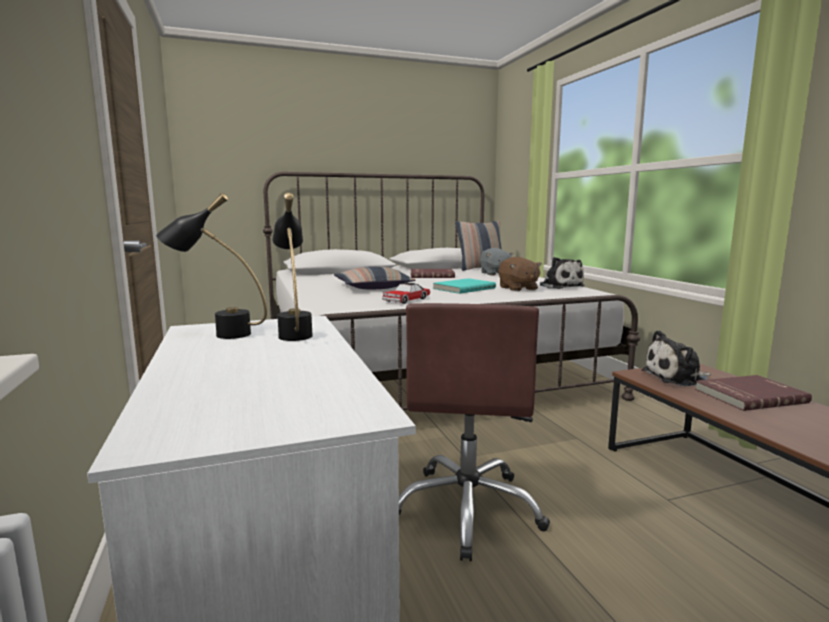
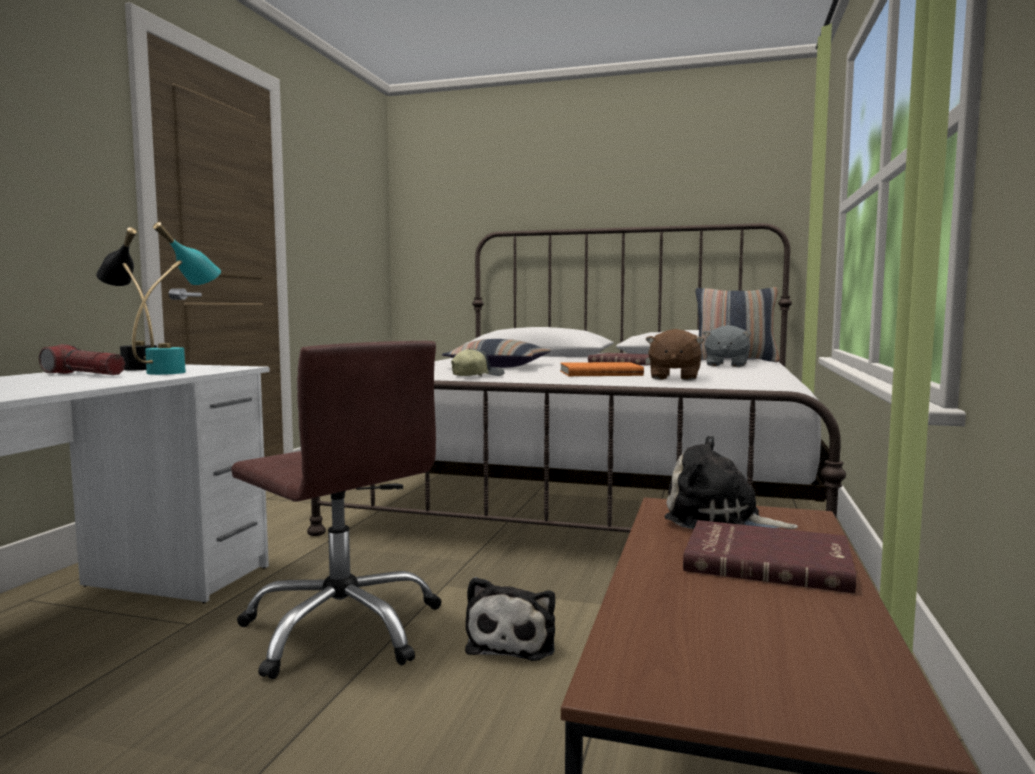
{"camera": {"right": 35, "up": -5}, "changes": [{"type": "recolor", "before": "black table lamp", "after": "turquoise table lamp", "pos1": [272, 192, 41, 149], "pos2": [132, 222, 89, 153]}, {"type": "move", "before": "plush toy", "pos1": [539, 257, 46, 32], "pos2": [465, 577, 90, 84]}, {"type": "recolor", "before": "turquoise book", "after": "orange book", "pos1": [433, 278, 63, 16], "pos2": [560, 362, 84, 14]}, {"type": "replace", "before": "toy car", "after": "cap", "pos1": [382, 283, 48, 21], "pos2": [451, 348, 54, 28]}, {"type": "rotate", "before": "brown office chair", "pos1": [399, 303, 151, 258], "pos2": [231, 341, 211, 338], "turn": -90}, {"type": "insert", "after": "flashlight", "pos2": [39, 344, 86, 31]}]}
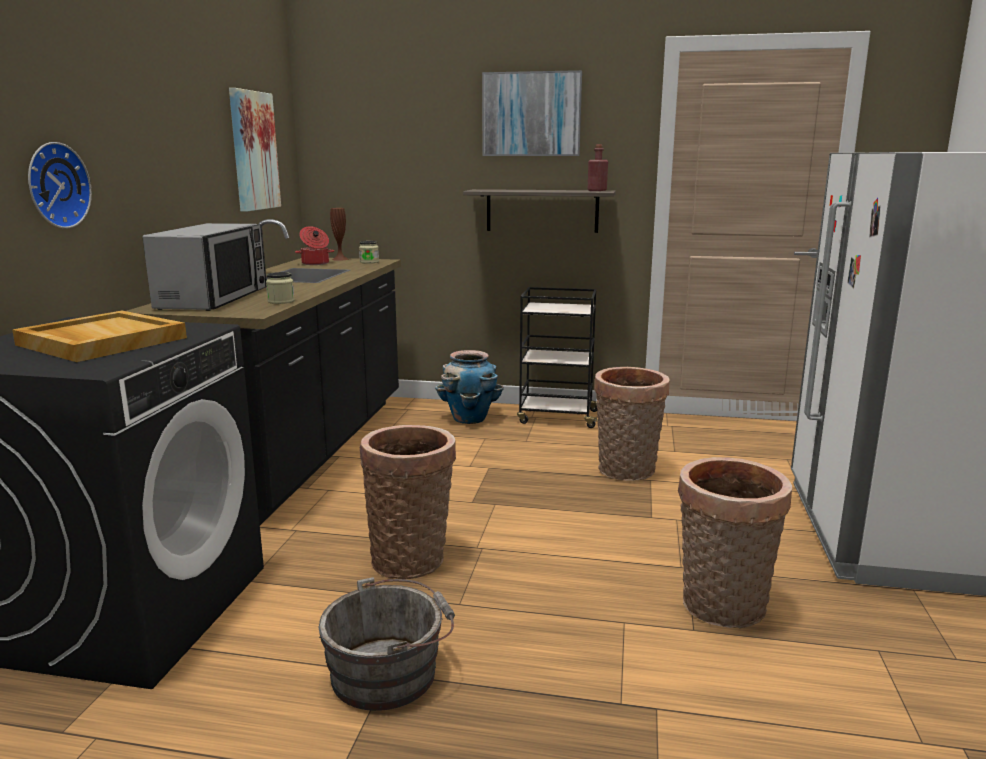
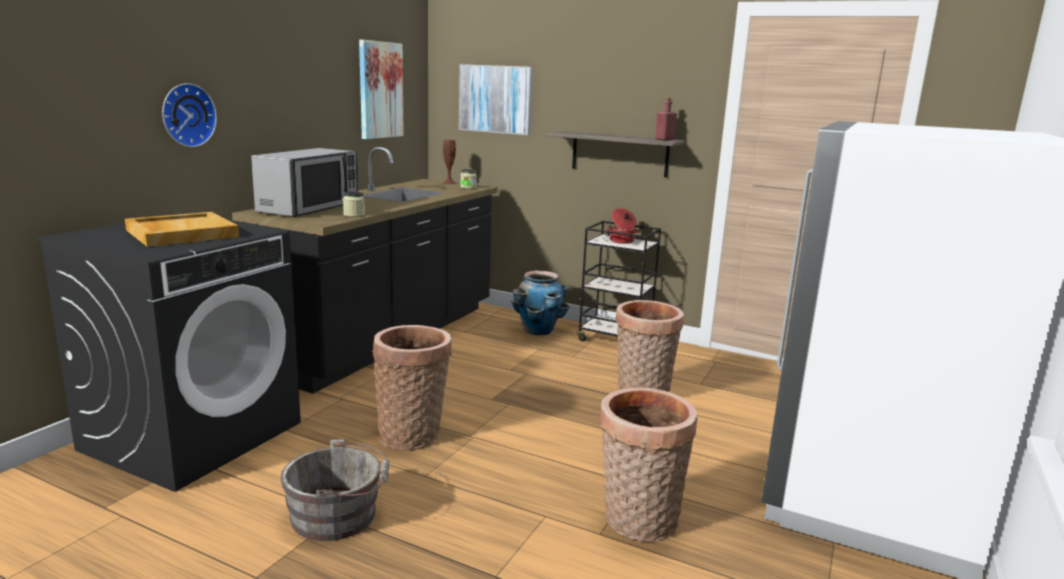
{"camera": {"right": 15, "up": 0}, "changes": [{"type": "move", "before": "picture", "pos1": [482, 70, 100, 86], "pos2": [459, 64, 74, 71]}, {"type": "move", "before": "cooking pot", "pos1": [295, 226, 39, 39], "pos2": [606, 208, 34, 36]}]}
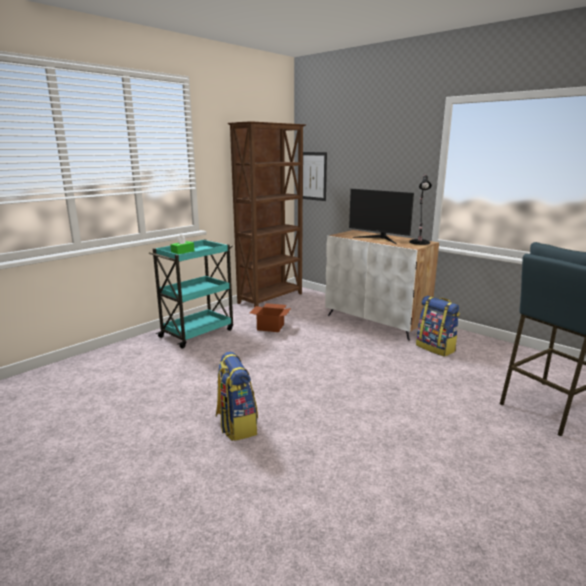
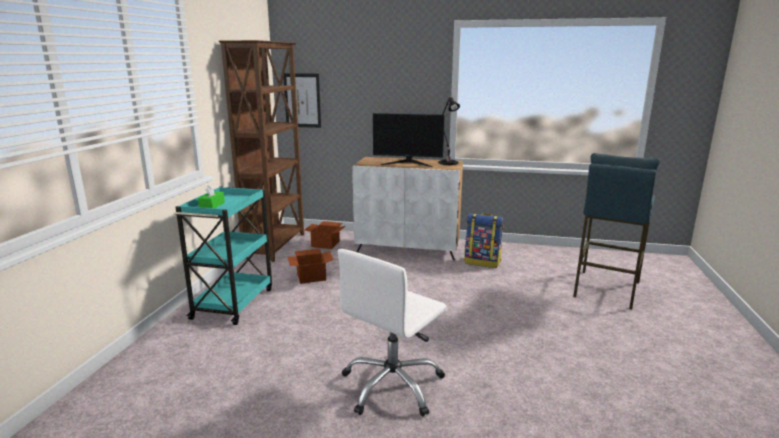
{"camera": {"right": -30, "up": 0}, "changes": [{"type": "replace", "before": "backpack", "after": "white office chair", "pos1": [216, 352, 42, 89], "pos2": [338, 249, 109, 168]}, {"type": "insert", "after": "cardboard box", "pos2": [304, 221, 41, 28]}]}
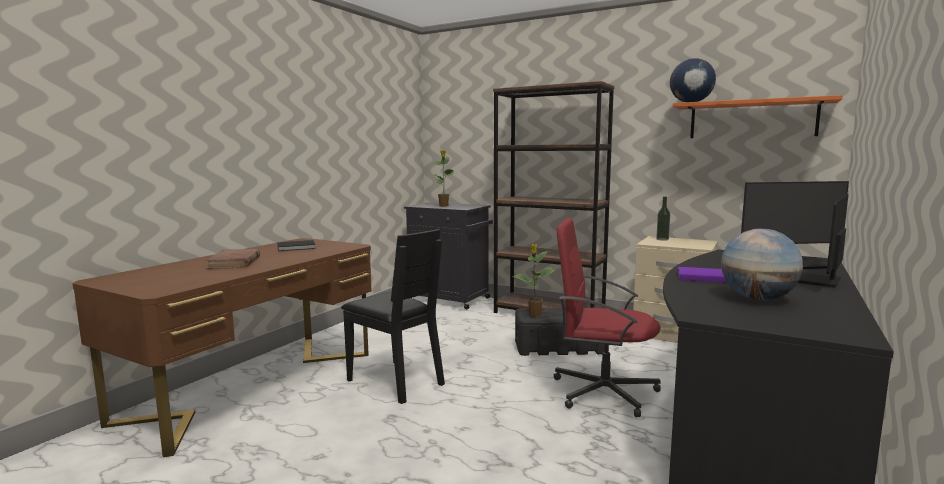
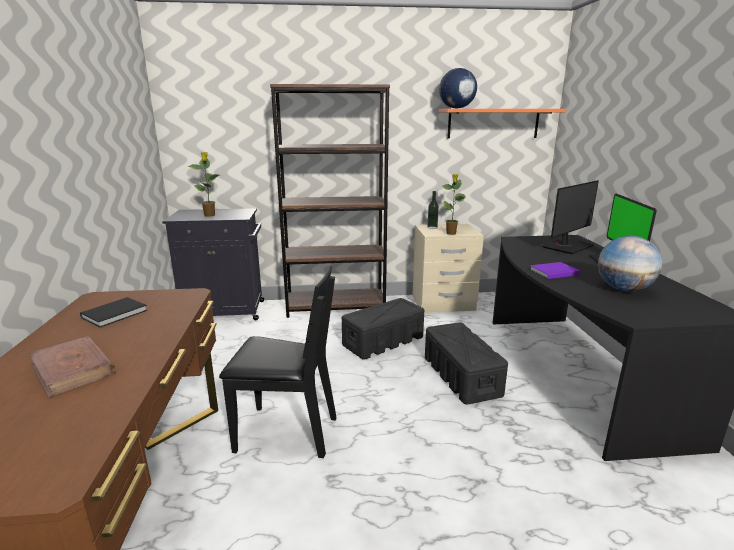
{"camera": {"right": -35, "up": 10}, "changes": [{"type": "replace", "before": "red office chair", "after": "black storage box", "pos1": [554, 218, 107, 199], "pos2": [425, 322, 83, 83]}, {"type": "move", "before": "potted plant", "pos1": [512, 244, 44, 73], "pos2": [443, 174, 22, 61]}]}
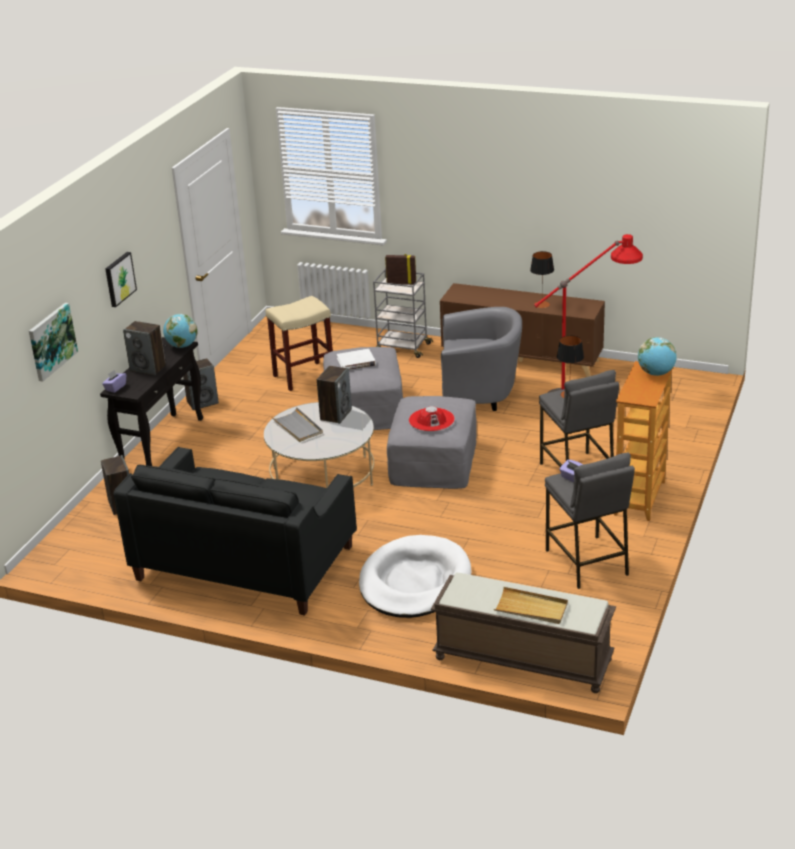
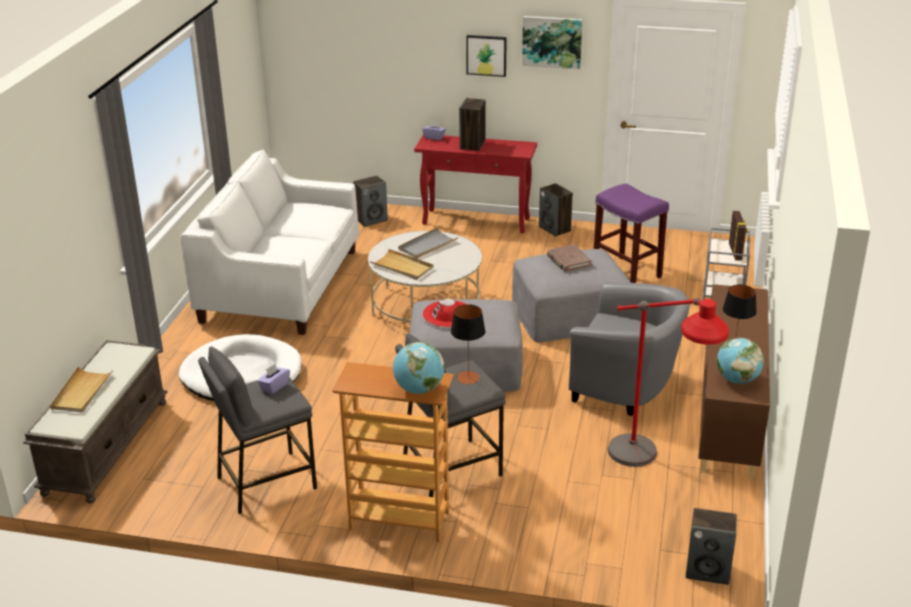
{"camera": {"right": 80, "up": 0}, "changes": [{"type": "recolor", "before": "beige stool", "after": "purple stool", "pos1": [266, 296, 67, 95], "pos2": [594, 183, 75, 100]}, {"type": "move", "before": "picture", "pos1": [29, 303, 49, 79], "pos2": [522, 16, 60, 53]}, {"type": "rotate", "before": "grey armchair", "pos1": [441, 307, 81, 104], "pos2": [569, 282, 121, 134], "turn": -60}, {"type": "move", "before": "globe", "pos1": [163, 314, 35, 34], "pos2": [716, 338, 48, 46]}, {"type": "recolor", "before": "black console table", "after": "red console table", "pos1": [100, 337, 103, 129], "pos2": [414, 134, 123, 99]}, {"type": "recolor", "before": "white book", "after": "brown book", "pos1": [337, 349, 39, 21], "pos2": [547, 244, 45, 28]}, {"type": "move", "before": "speaker", "pos1": [317, 366, 35, 58], "pos2": [686, 508, 51, 77]}, {"type": "recolor", "before": "black sofa", "after": "white sofa", "pos1": [114, 447, 243, 169], "pos2": [180, 150, 179, 185]}, {"type": "insert", "after": "beige tray", "pos2": [370, 249, 64, 31]}]}
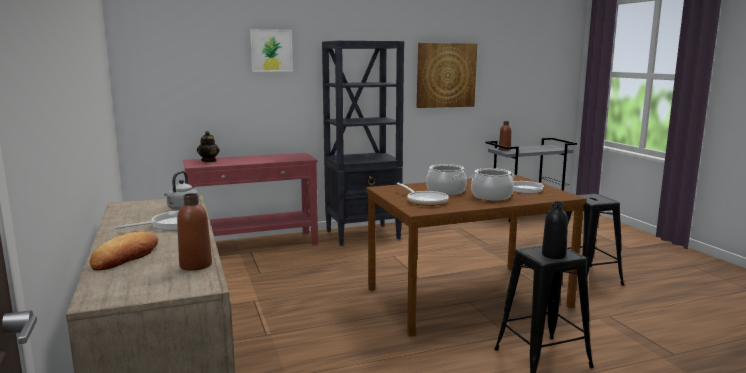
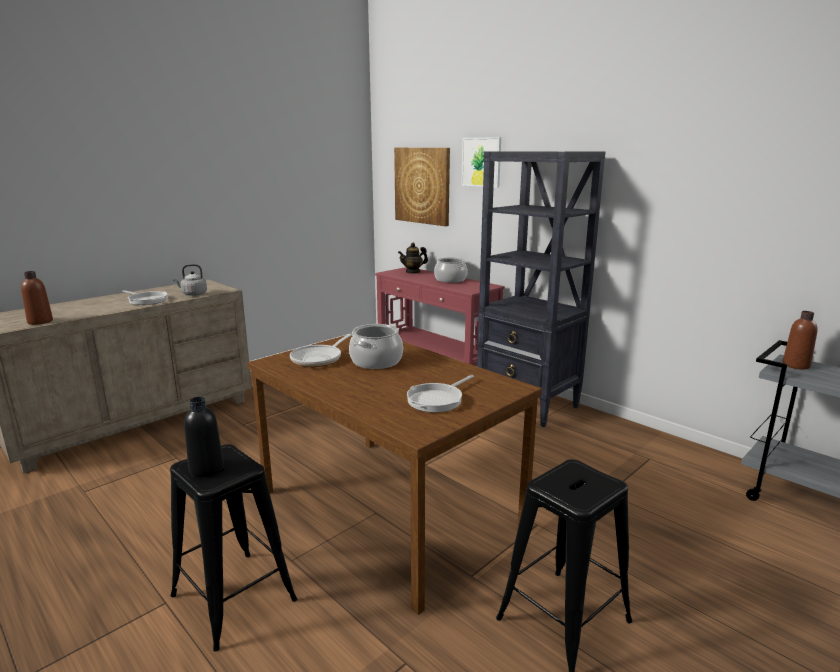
{"camera": {"right": 65, "up": 5}, "changes": [{"type": "move", "before": "picture", "pos1": [417, 43, 60, 65], "pos2": [394, 148, 56, 78]}, {"type": "move", "before": "cooking pot", "pos1": [471, 168, 44, 33], "pos2": [434, 257, 34, 26]}, {"type": "delete", "before": "bread", "pos1": [90, 232, 68, 39]}]}
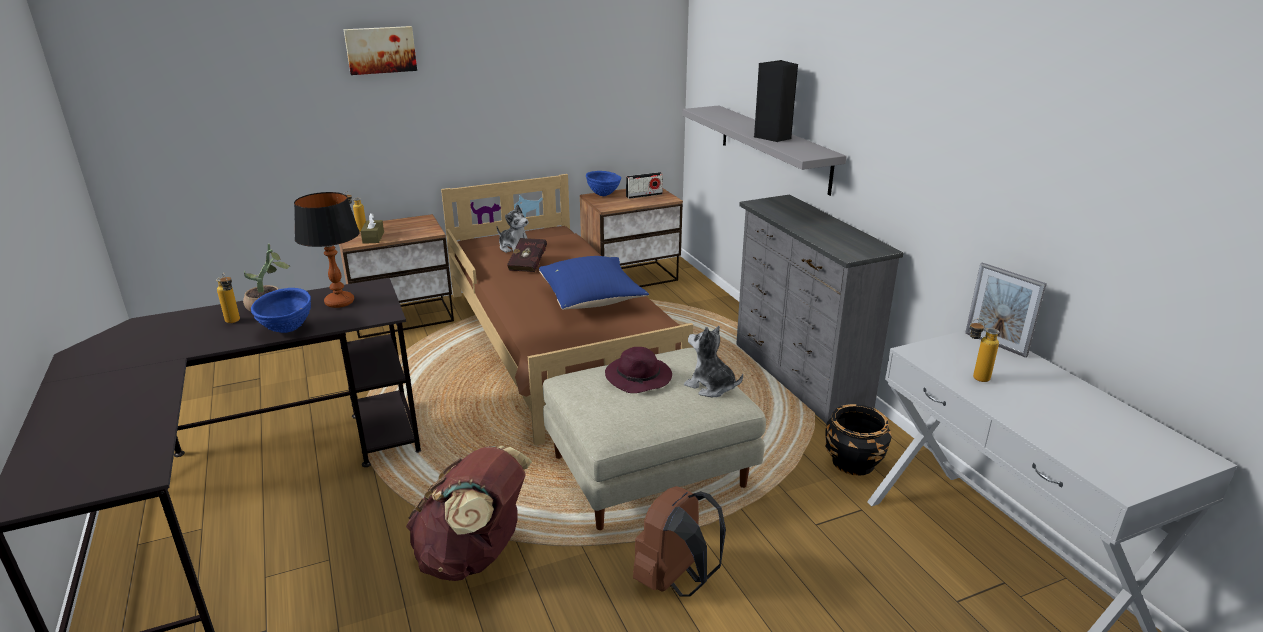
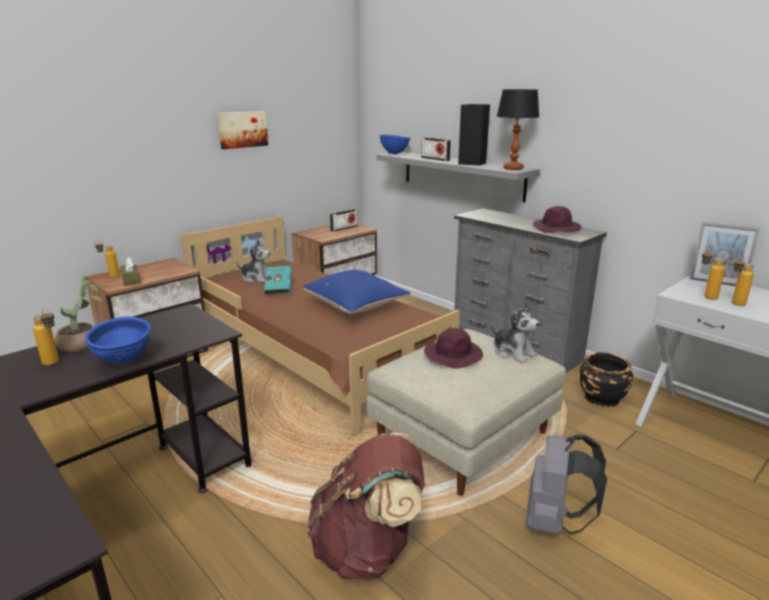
{"camera": {"right": -20, "up": -5}, "changes": [{"type": "move", "before": "picture", "pos1": [344, 26, 73, 49], "pos2": [217, 111, 51, 38]}, {"type": "move", "before": "blue bowl", "pos1": [586, 171, 35, 25], "pos2": [380, 135, 30, 19]}, {"type": "move", "before": "table lamp", "pos1": [294, 192, 66, 116], "pos2": [496, 89, 43, 81]}, {"type": "recolor", "before": "red book", "after": "turquoise book", "pos1": [507, 238, 40, 34], "pos2": [264, 266, 28, 29]}, {"type": "rotate", "before": "plush toy", "pos1": [684, 326, 59, 71], "pos2": [491, 301, 48, 62], "turn": -150}, {"type": "recolor", "before": "brown backpack", "after": "grey backpack", "pos1": [633, 486, 93, 110], "pos2": [526, 434, 81, 100]}, {"type": "insert", "after": "radio", "pos2": [421, 137, 30, 24]}, {"type": "insert", "after": "purple hat", "pos2": [533, 206, 49, 27]}, {"type": "insert", "after": "bottle", "pos2": [701, 249, 24, 51]}]}
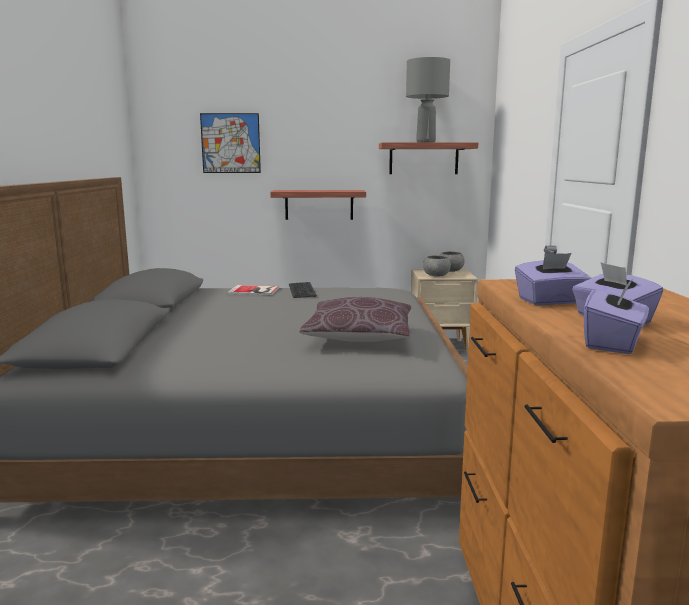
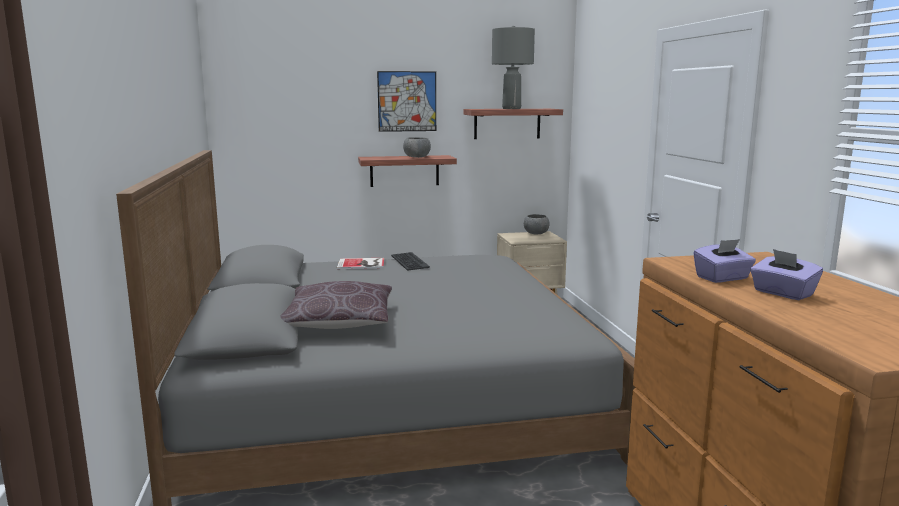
{"camera": {"right": -10, "up": 0}, "changes": [{"type": "move", "before": "picture", "pos1": [200, 113, 61, 60], "pos2": [377, 71, 59, 61]}, {"type": "move", "before": "grey bowl", "pos1": [423, 255, 28, 22], "pos2": [403, 137, 28, 21]}, {"type": "delete", "before": "purple tissue box", "pos1": [584, 279, 65, 75]}, {"type": "move", "before": "brown pillow", "pos1": [299, 297, 113, 45], "pos2": [280, 281, 112, 48]}]}
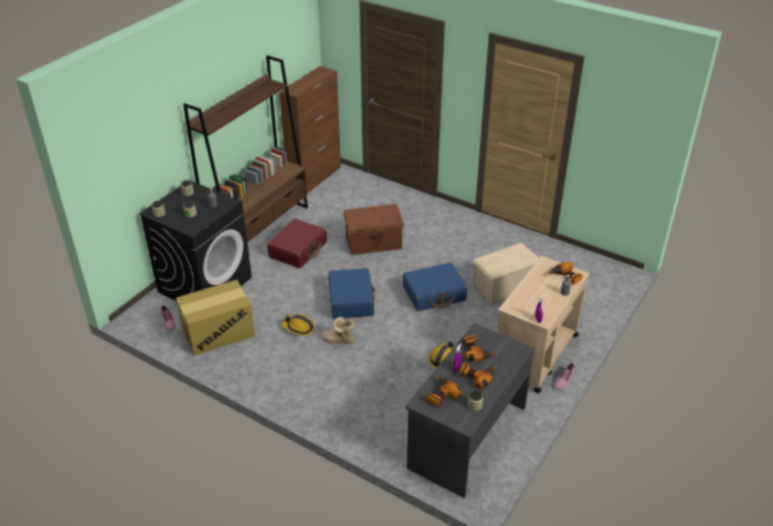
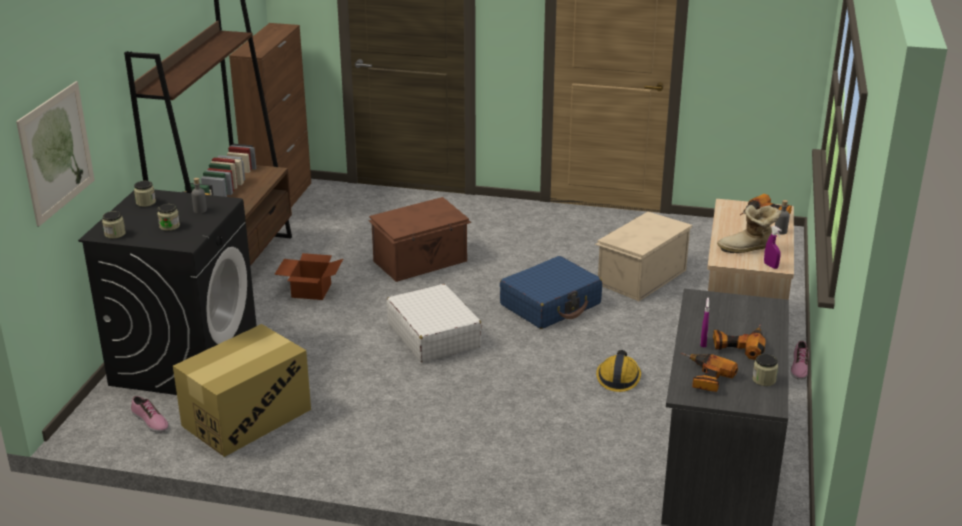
{"camera": {"right": -20, "up": -10}, "changes": [{"type": "replace", "before": "red suitcase", "after": "cardboard box", "pos1": [267, 219, 60, 49], "pos2": [274, 253, 69, 47]}, {"type": "recolor", "before": "blue suitcase", "after": "white suitcase", "pos1": [328, 268, 47, 51], "pos2": [386, 284, 96, 78]}, {"type": "delete", "before": "hard hat", "pos1": [282, 314, 32, 22]}, {"type": "move", "before": "boot", "pos1": [321, 317, 34, 27], "pos2": [717, 205, 64, 48]}, {"type": "delete", "before": "power drill", "pos1": [462, 335, 39, 27]}, {"type": "insert", "after": "picture", "pos2": [16, 81, 79, 146]}]}
